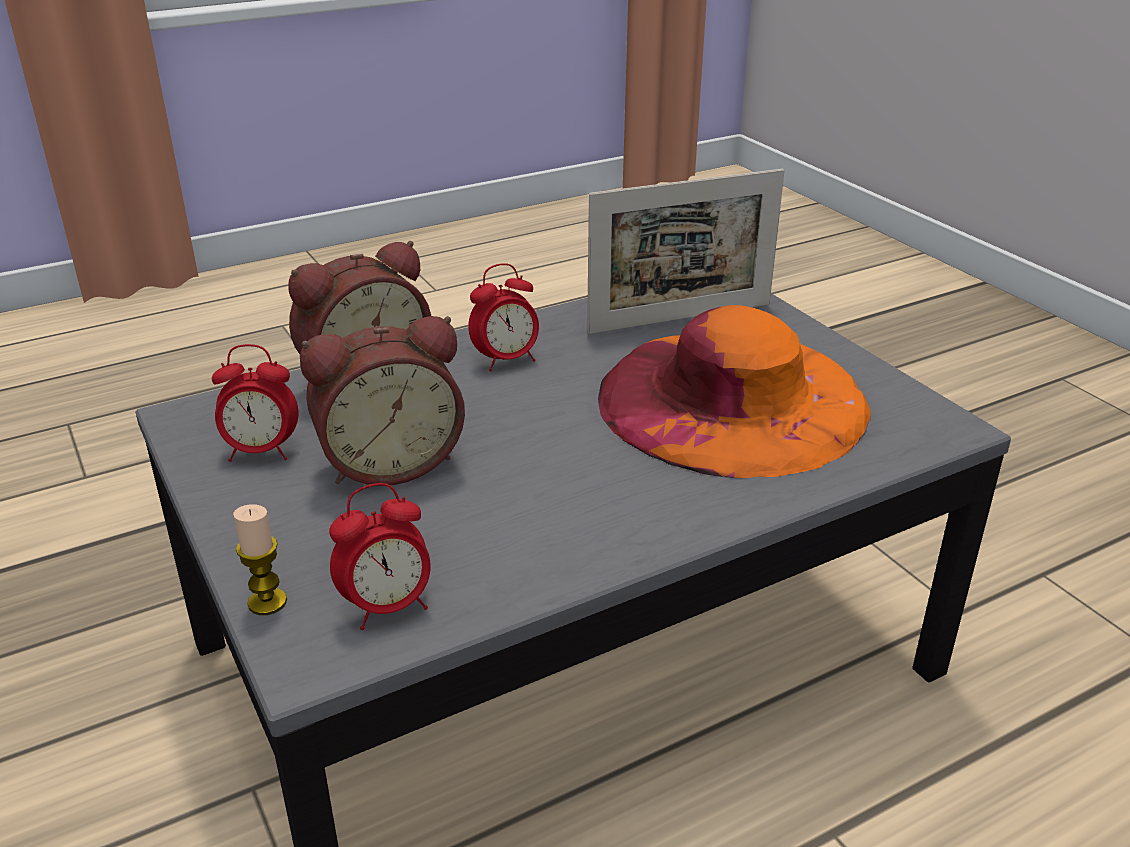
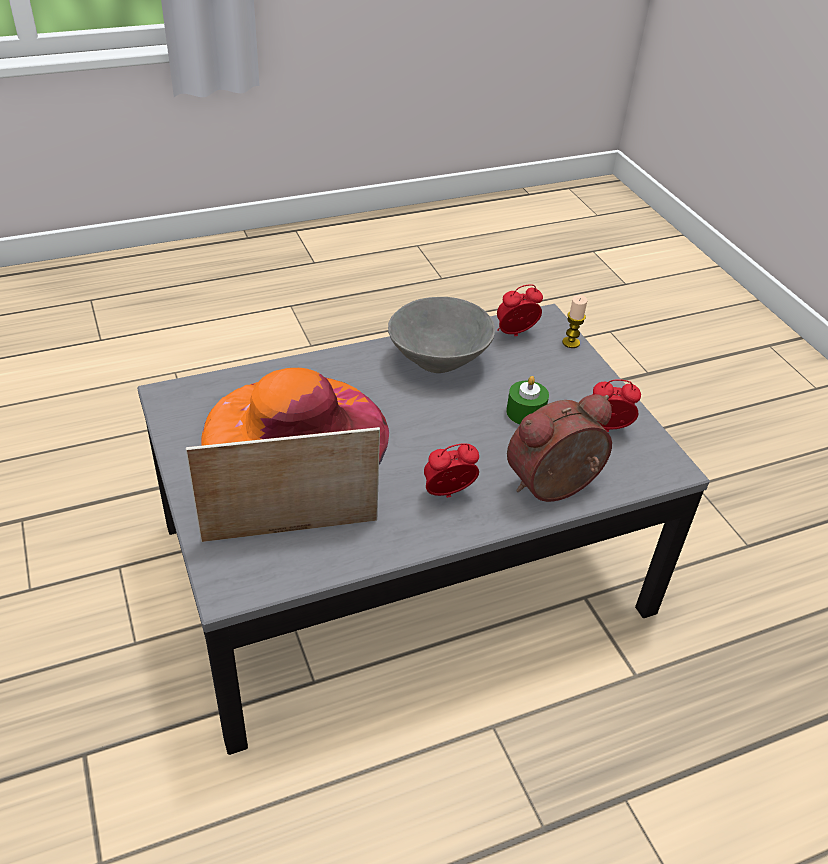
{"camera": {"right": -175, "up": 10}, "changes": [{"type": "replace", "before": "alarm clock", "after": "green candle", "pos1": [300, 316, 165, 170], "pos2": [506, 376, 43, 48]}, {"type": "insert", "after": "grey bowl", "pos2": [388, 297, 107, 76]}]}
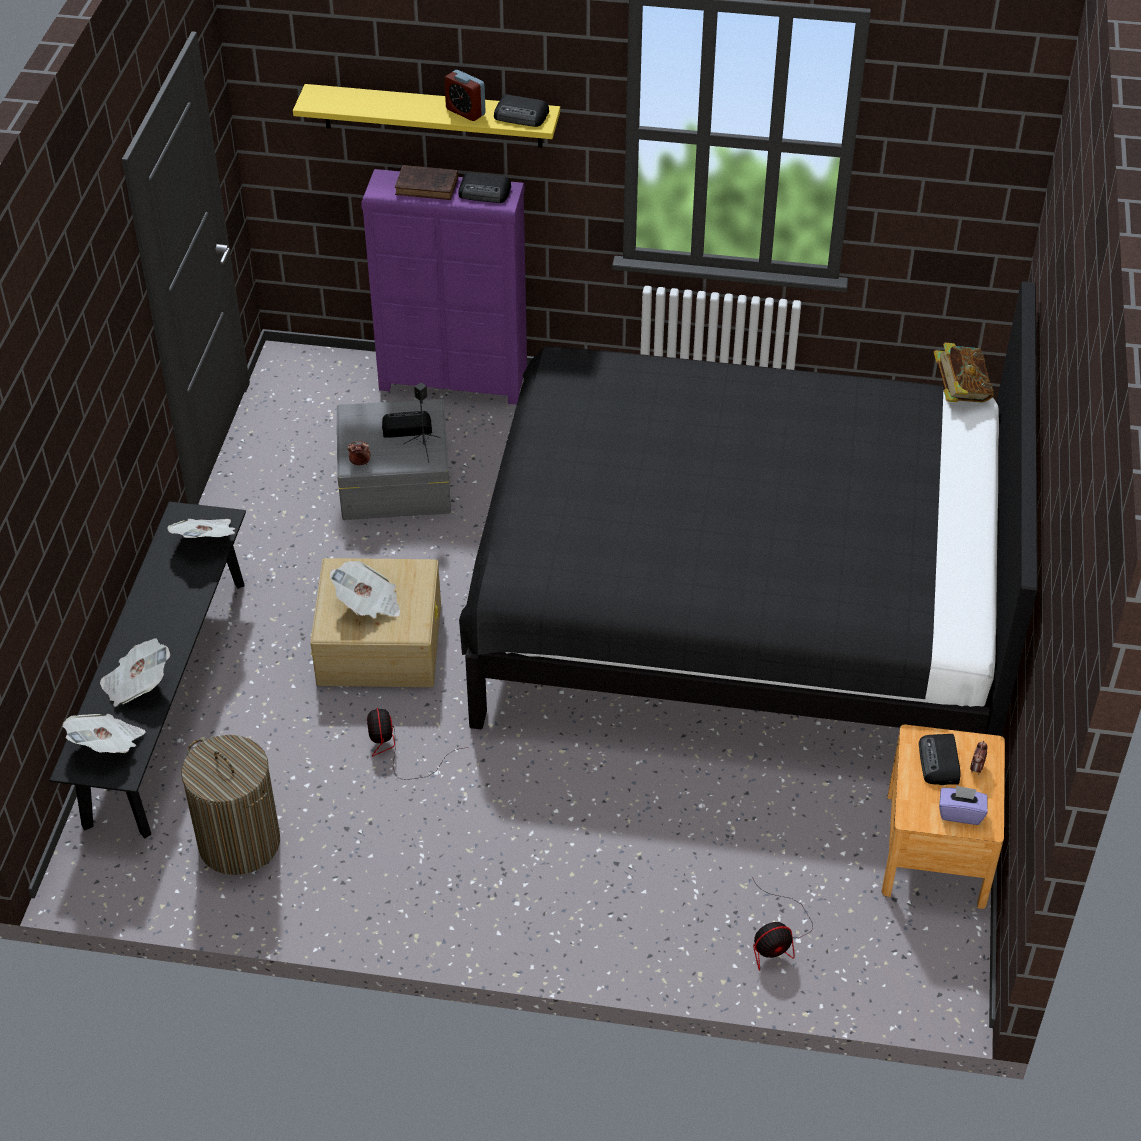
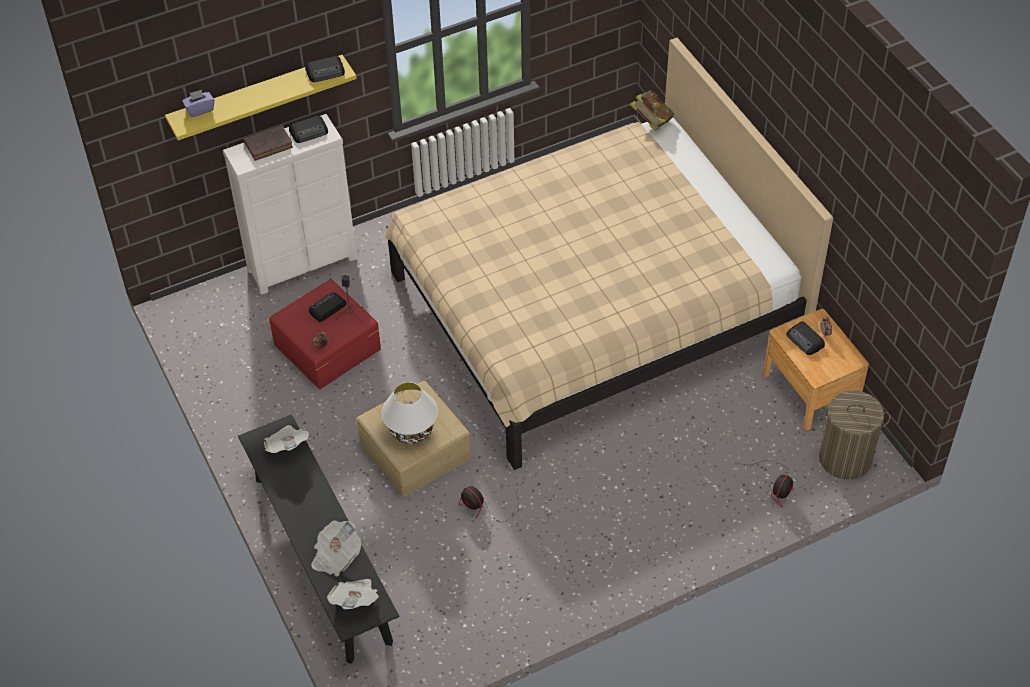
{"camera": {"right": -35, "up": 5}, "changes": [{"type": "delete", "before": "alarm clock", "pos1": [444, 70, 42, 51]}, {"type": "recolor", "before": "purple dresser", "after": "white dresser", "pos1": [361, 169, 166, 236], "pos2": [223, 114, 134, 181]}, {"type": "recolor", "before": "black bed", "after": "beige bed", "pos1": [459, 281, 579, 455], "pos2": [383, 38, 450, 432]}, {"type": "recolor", "before": "grey storage box", "after": "red storage box", "pos1": [337, 399, 114, 121], "pos2": [269, 279, 112, 110]}, {"type": "replace", "before": "newspaper", "after": "white table lamp", "pos1": [330, 561, 70, 57], "pos2": [381, 382, 57, 62]}, {"type": "move", "before": "laundry basket", "pos1": [181, 735, 99, 140], "pos2": [819, 391, 72, 89]}, {"type": "move", "before": "purple tissue box", "pos1": [939, 785, 48, 40], "pos2": [182, 90, 32, 27]}]}
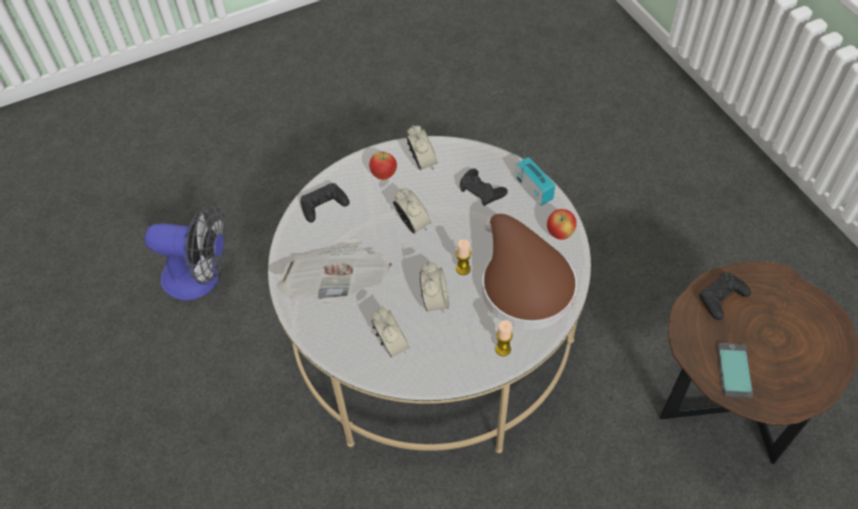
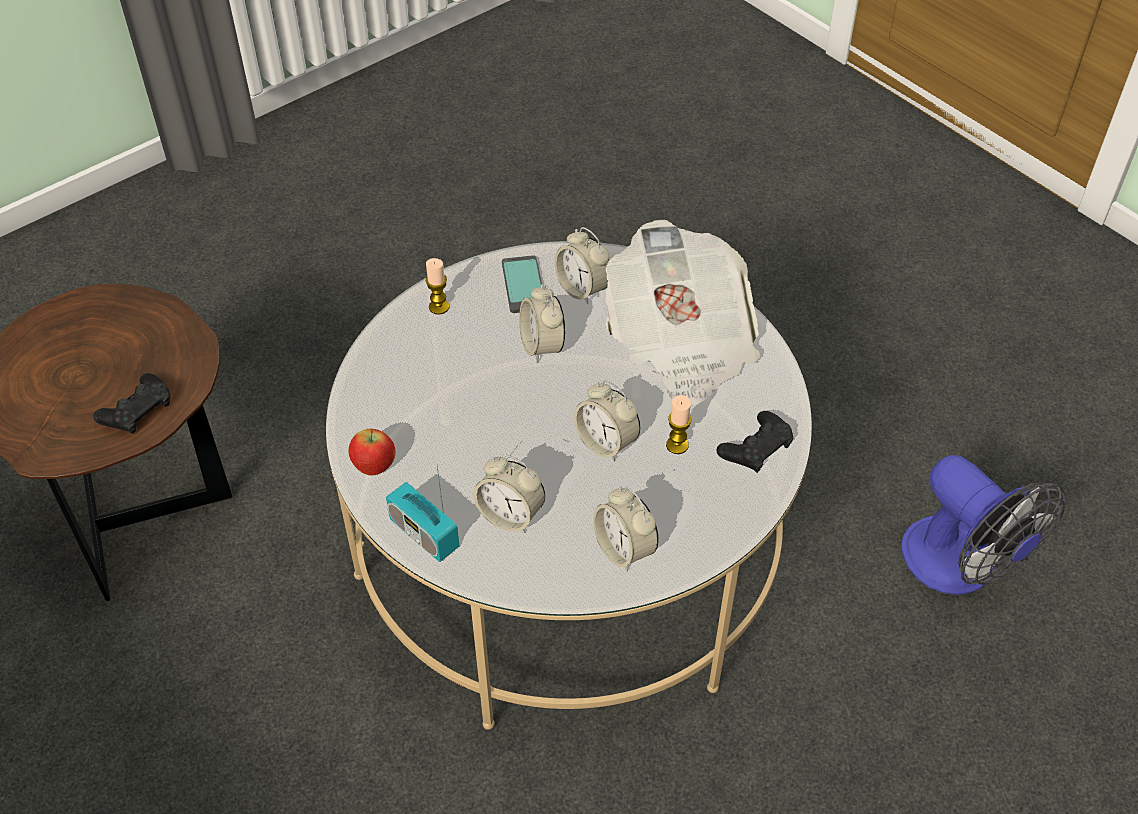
{"camera": {"right": 165, "up": -5}, "changes": [{"type": "delete", "before": "apple", "pos1": [369, 151, 28, 29]}, {"type": "replace", "before": "black game controller", "after": "alarm clock", "pos1": [460, 169, 48, 37], "pos2": [473, 454, 72, 79]}, {"type": "rotate", "before": "fan", "pos1": [145, 203, 82, 98], "pos2": [901, 455, 164, 140], "turn": -120}, {"type": "delete", "before": "brown hat", "pos1": [482, 214, 95, 115]}, {"type": "move", "before": "candle", "pos1": [456, 239, 15, 36], "pos2": [666, 395, 26, 59]}, {"type": "move", "before": "phone", "pos1": [717, 343, 36, 55], "pos2": [502, 255, 40, 58]}]}
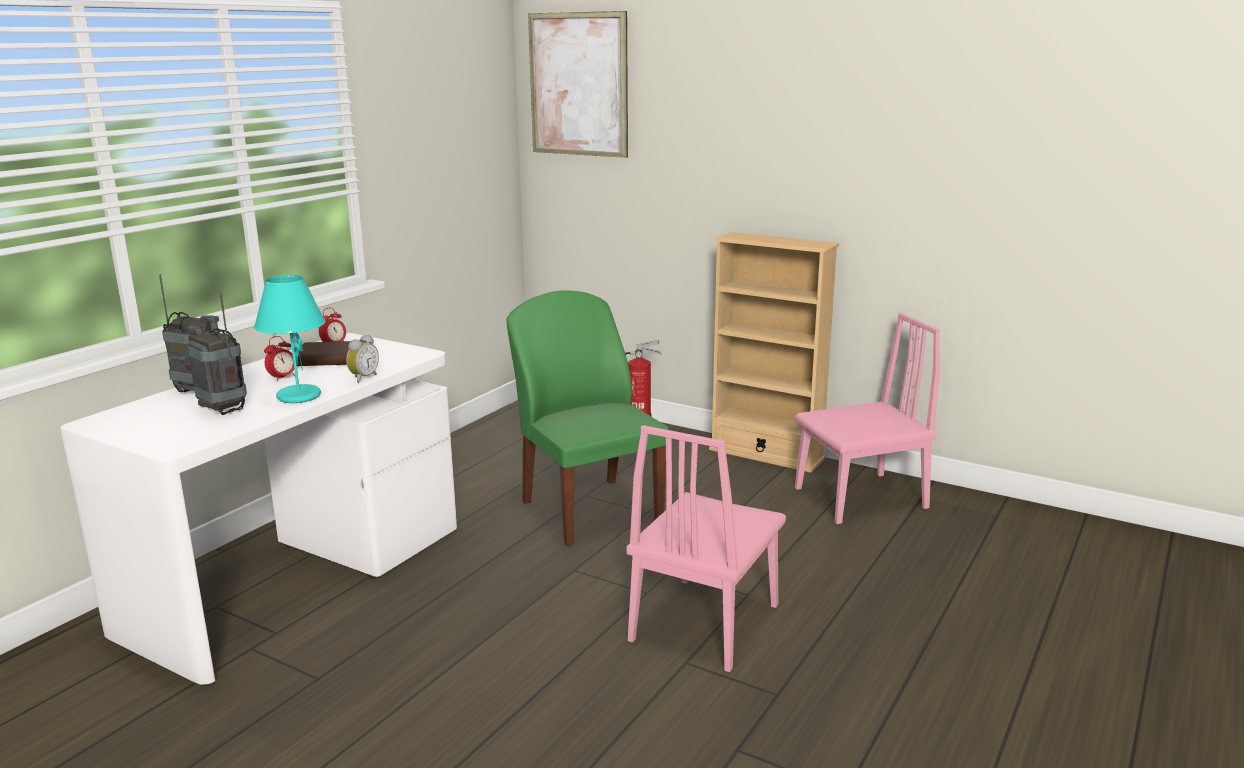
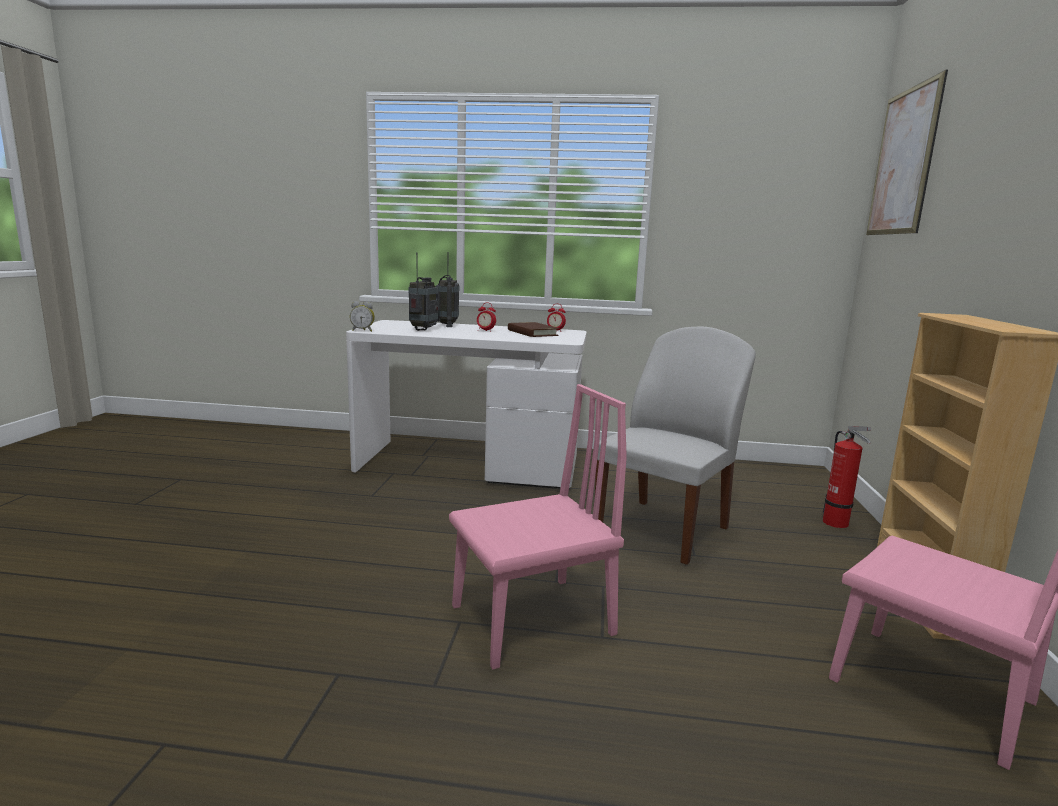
{"camera": {"right": 65, "up": -5}, "changes": [{"type": "delete", "before": "turquoise table lamp", "pos1": [254, 275, 72, 128]}, {"type": "recolor", "before": "green chair", "after": "white chair", "pos1": [507, 290, 161, 256], "pos2": [595, 327, 161, 238]}, {"type": "move", "before": "alarm clock", "pos1": [346, 334, 33, 49], "pos2": [350, 301, 25, 31]}, {"type": "rotate", "before": "pink chair", "pos1": [626, 425, 160, 247], "pos2": [449, 384, 178, 286], "turn": 150}]}
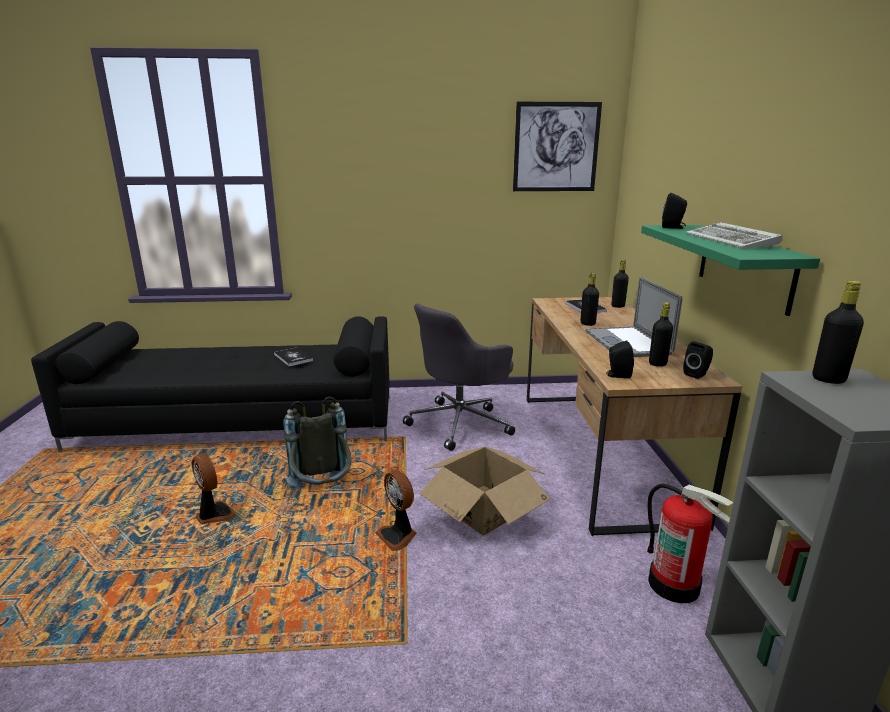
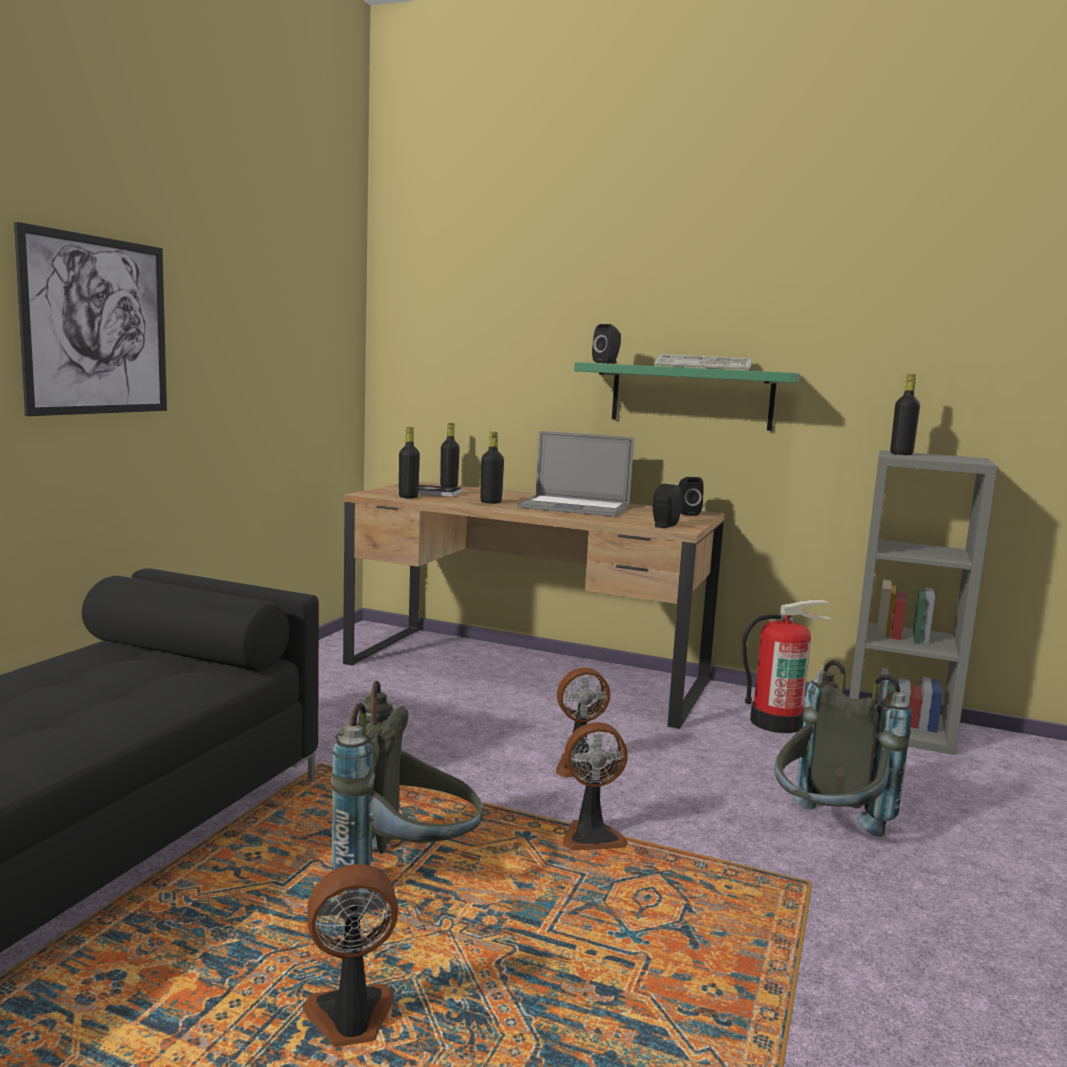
{"camera": {"right": -65, "up": -10}, "changes": [{"type": "move", "before": "picture", "pos1": [513, 102, 89, 89], "pos2": [14, 222, 153, 194]}, {"type": "move", "before": "black bottle", "pos1": [649, 302, 24, 65], "pos2": [399, 427, 21, 71]}, {"type": "delete", "before": "grey office chair", "pos1": [403, 303, 112, 148]}, {"type": "delete", "before": "book", "pos1": [274, 347, 39, 19]}, {"type": "replace", "before": "cardboard box", "after": "fan", "pos1": [419, 447, 131, 88], "pos2": [556, 667, 54, 111]}, {"type": "insert", "after": "grey backpack", "pos2": [774, 660, 138, 177]}]}
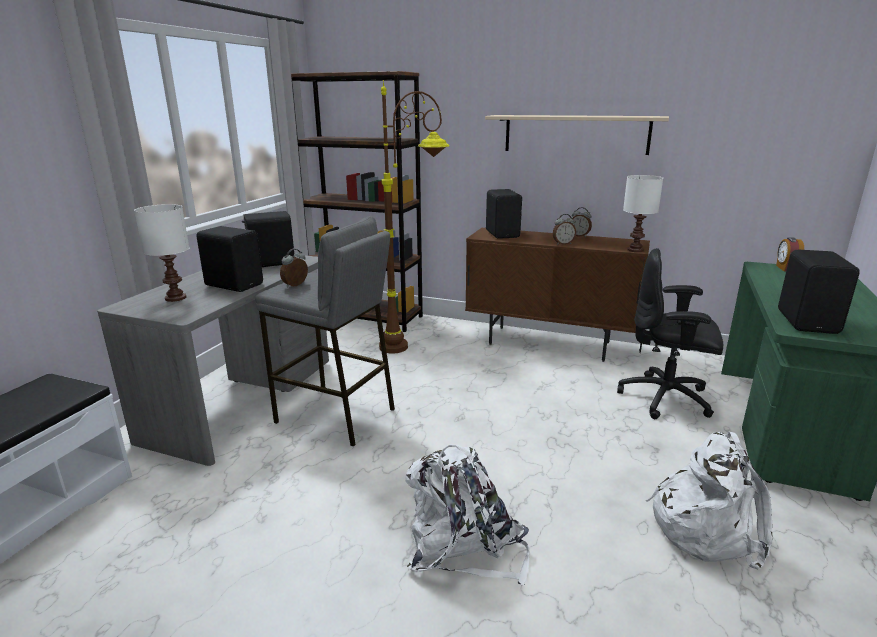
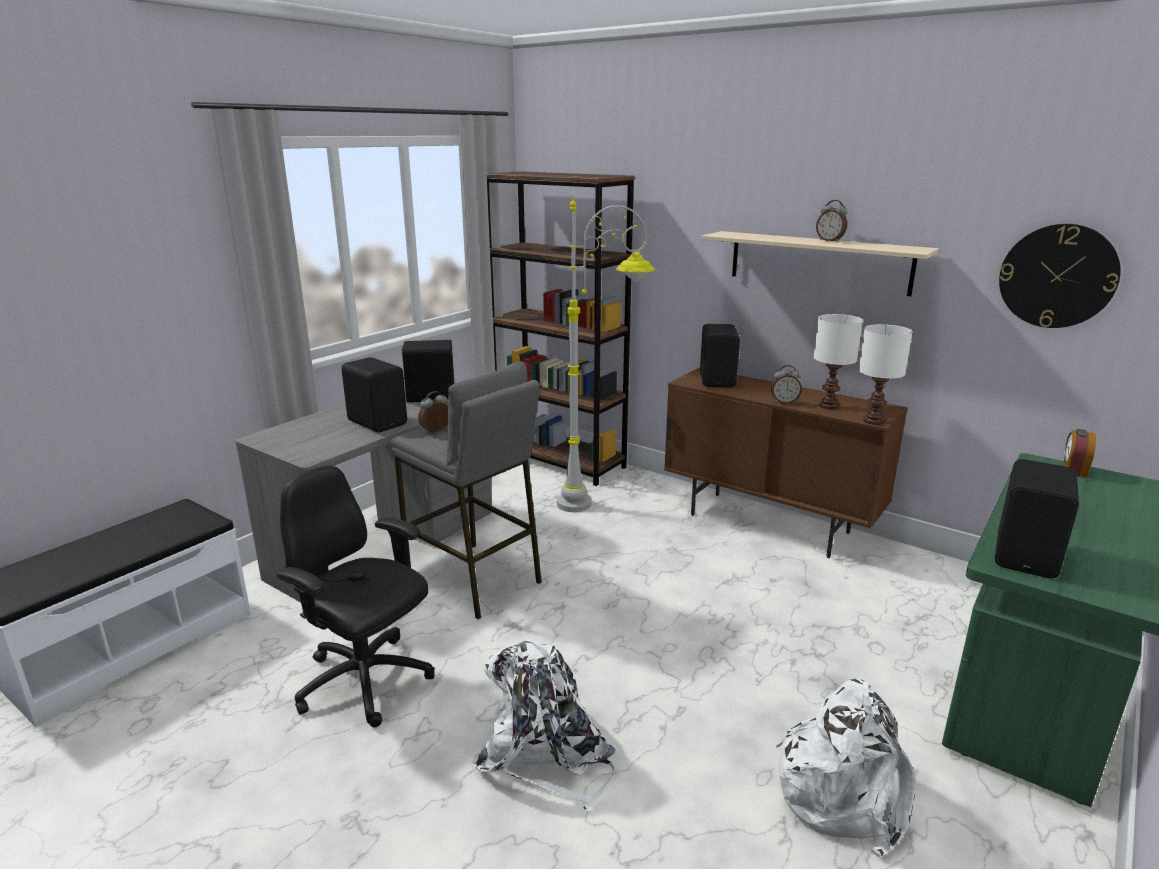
{"camera": {"right": 15, "up": 0}, "changes": [{"type": "recolor", "before": "brown floor lamp", "after": "grey floor lamp", "pos1": [379, 80, 71, 274], "pos2": [557, 194, 98, 318]}, {"type": "move", "before": "white table lamp", "pos1": [134, 204, 56, 98], "pos2": [814, 314, 49, 95]}, {"type": "move", "before": "alarm clock", "pos1": [572, 207, 20, 30], "pos2": [816, 200, 31, 42]}, {"type": "move", "before": "black office chair", "pos1": [617, 248, 106, 171], "pos2": [277, 466, 158, 261]}, {"type": "insert", "after": "wall clock", "pos2": [999, 224, 122, 104]}]}
